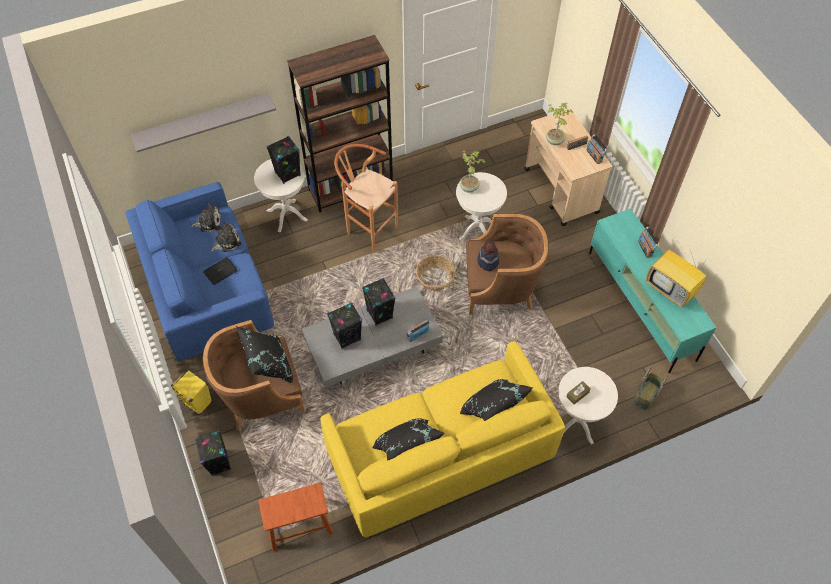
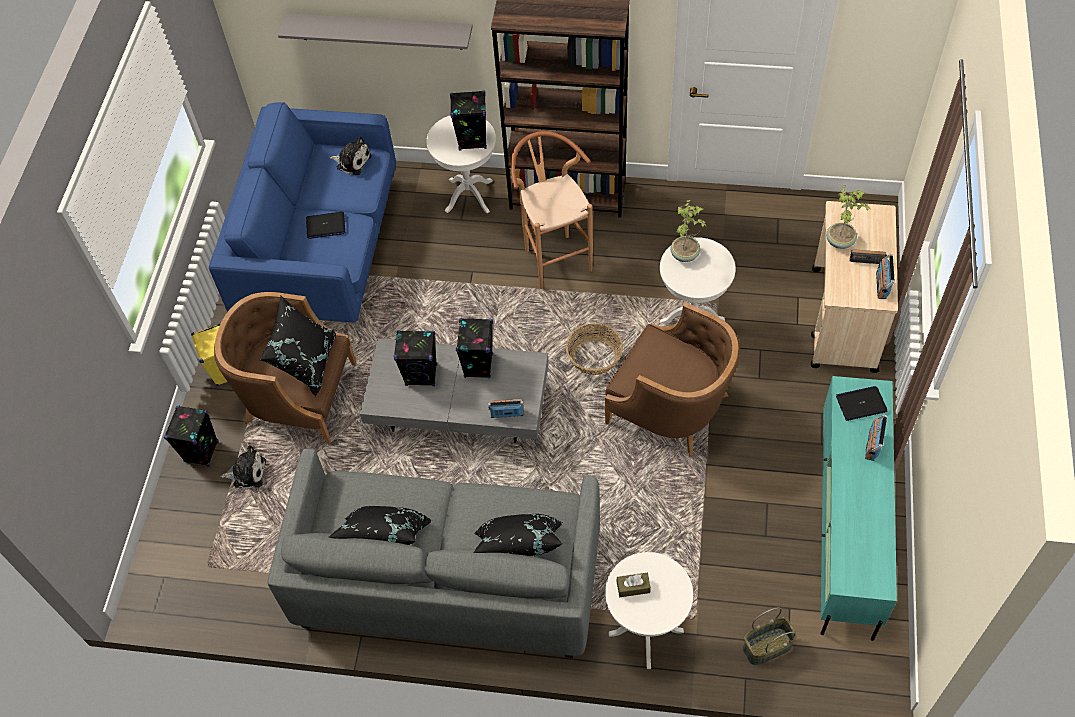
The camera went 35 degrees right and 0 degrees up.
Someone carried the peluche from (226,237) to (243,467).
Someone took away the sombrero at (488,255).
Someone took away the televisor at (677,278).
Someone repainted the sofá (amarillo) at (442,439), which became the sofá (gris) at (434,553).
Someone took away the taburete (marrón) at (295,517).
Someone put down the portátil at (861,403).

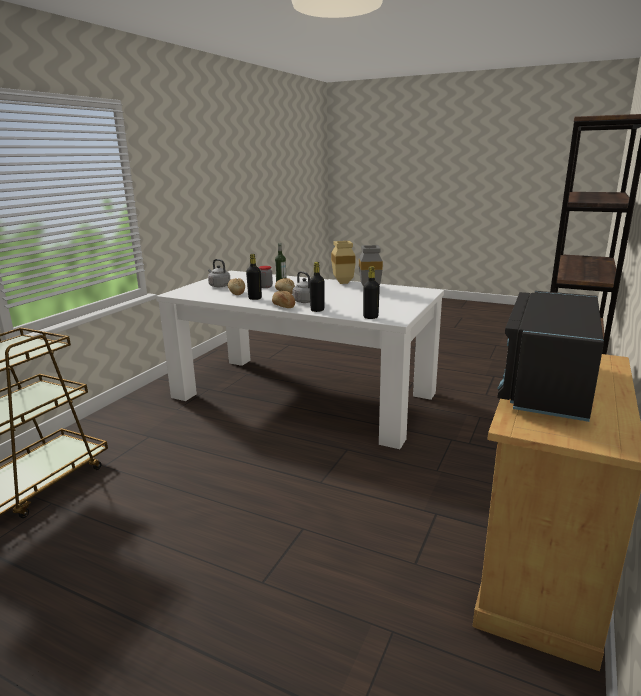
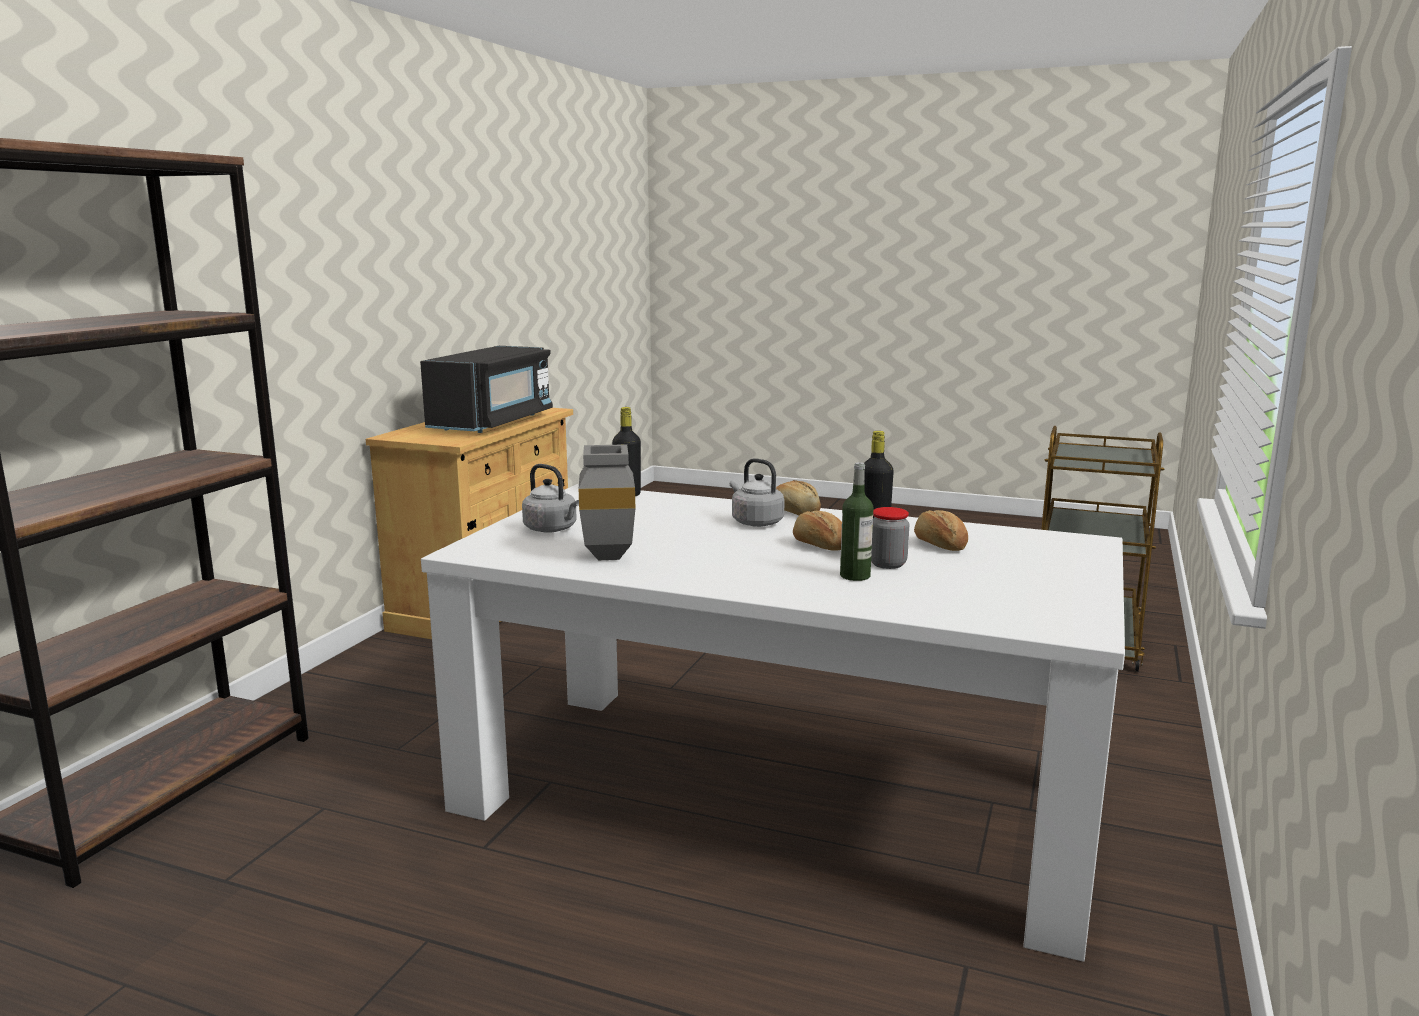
The camera went 175 degrees right and 5 degrees down.
Someone took away the florero (beis) at (343,262).
Someone carried the hervidor (gris) from (219,273) to (550,498).
Someone took away the botella (negro) at (316,287).

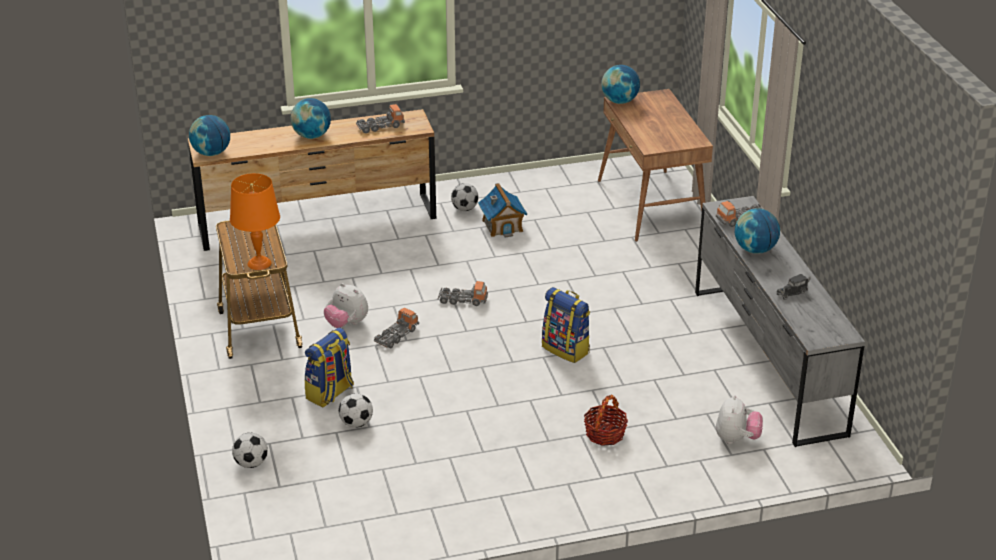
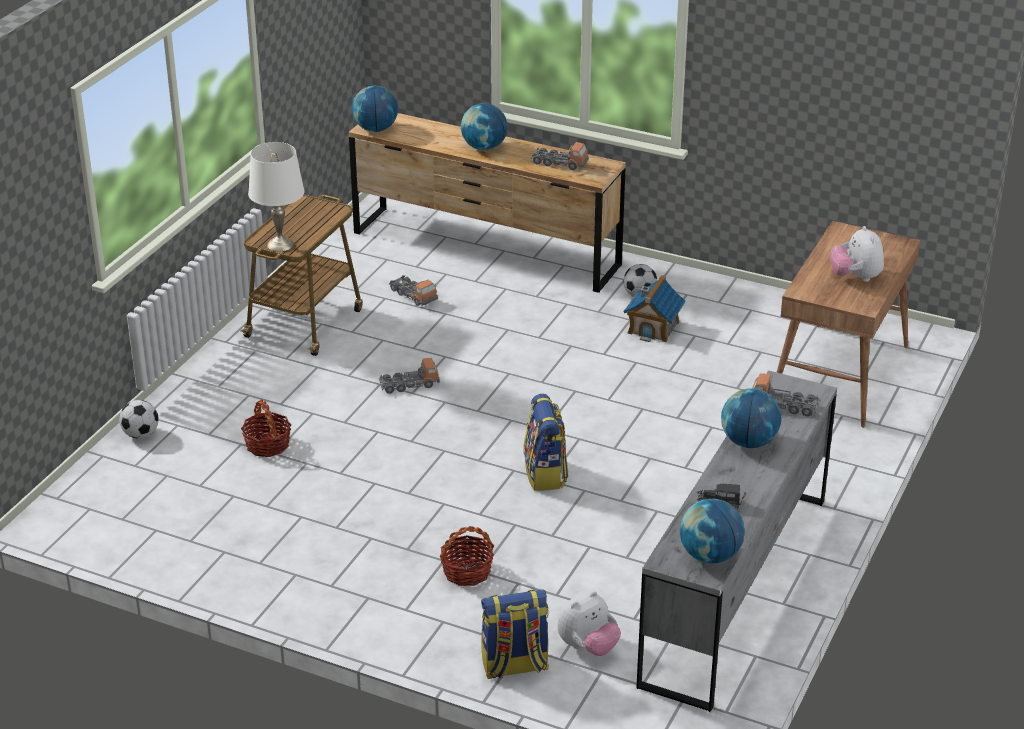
The camera went 40 degrees right and 0 degrees up.
Someone carried the globo terráqueo from (620,84) to (712,531).
Someone repainted the lámpara de mesa (naranja) at (255,221), which became the lámpara de mesa (blanco) at (276,196).
Someone carried the camión de juguete from (462,293) to (413,290).
Someone carried the peluche from (346,305) to (857,254).
Someone carried the mochila from (329,367) to (515,634).
Someone swapped the balón de fútbol at (356,410) for the cesta at (266,428).

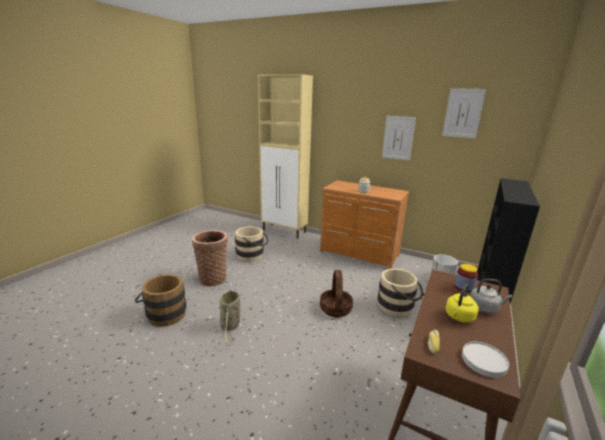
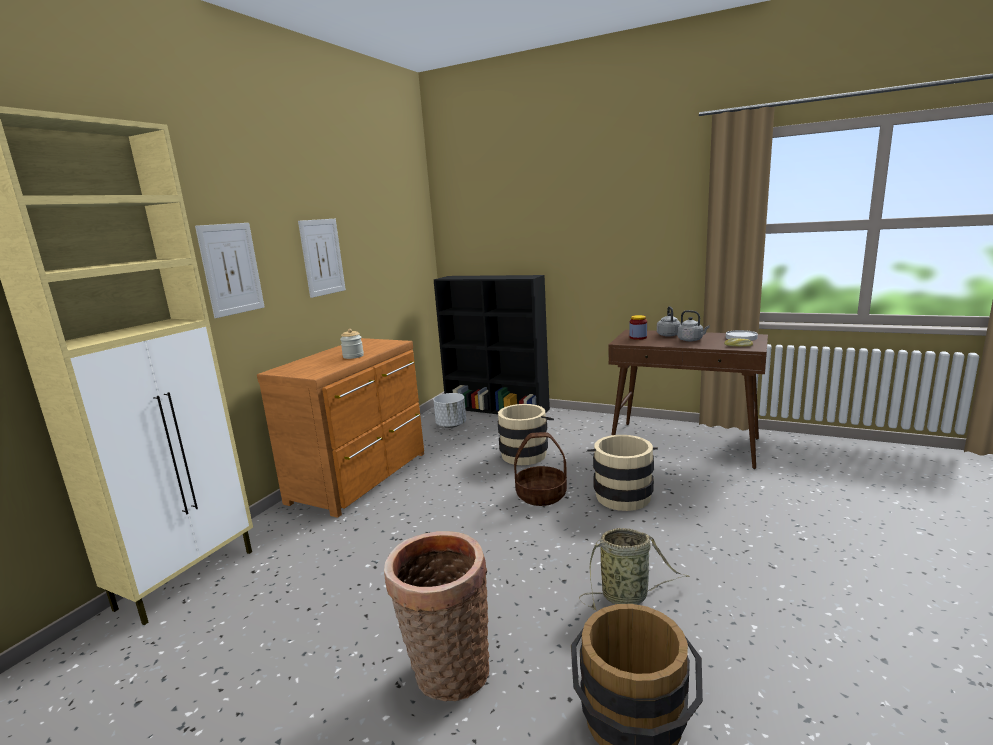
The camera went 90 degrees left and 5 degrees down.
Someone carried the cuadro from (464,113) to (230,270).
Someone carried the cubo (beis) from (252,244) to (622,473).
Someone repainted the hervidor (amarillo) at (462,303), which became the hervidor (gris) at (693,325).

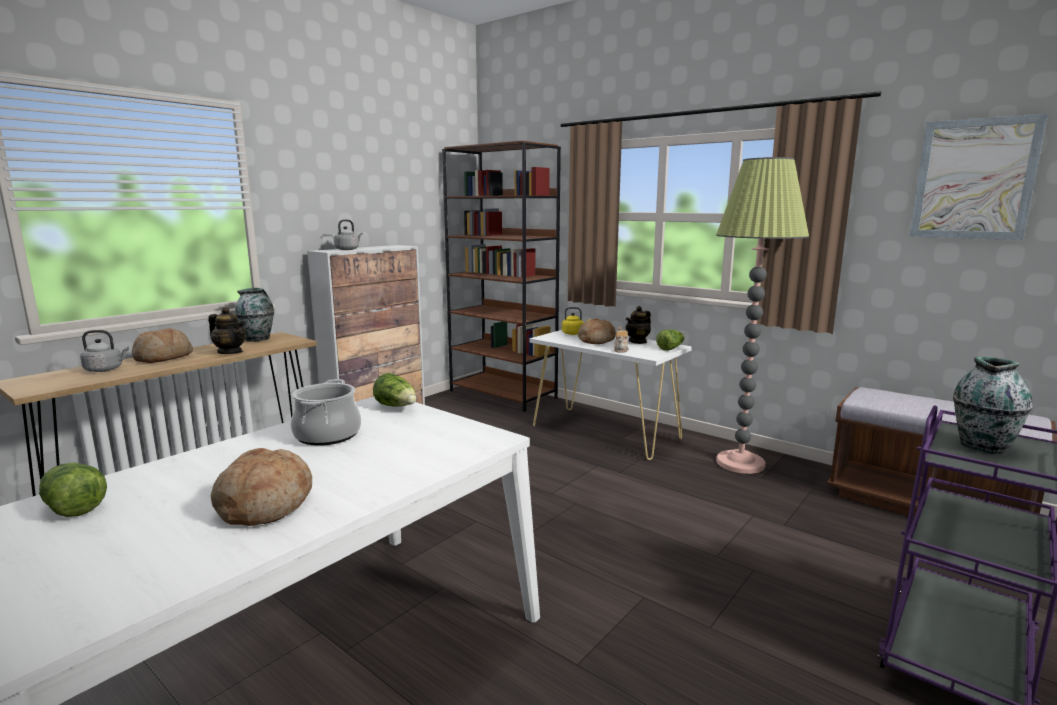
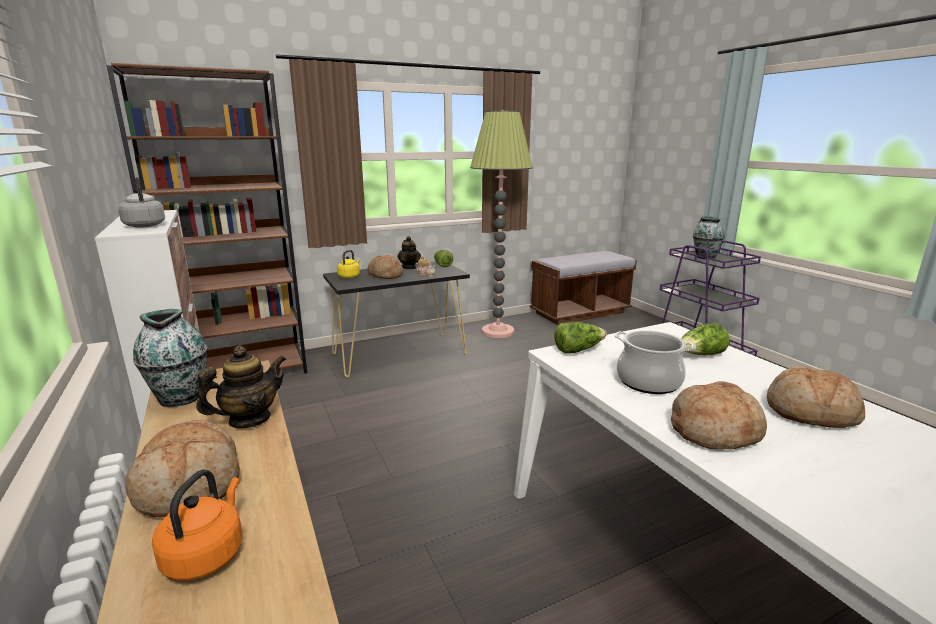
The camera went 65 degrees left and 5 degrees up.
Someone took away the cuadro at (978,176).
Someone repainted the hervidor (gris) at (104,351), which became the hervidor (naranja) at (197,525).
Someone repainted the mesa consola (blanco) at (610,395), which became the mesa consola (negro) at (396,319).
Someone carried the lechuga from (73,490) to (706,339).
Someone put down the pan at (719,415).

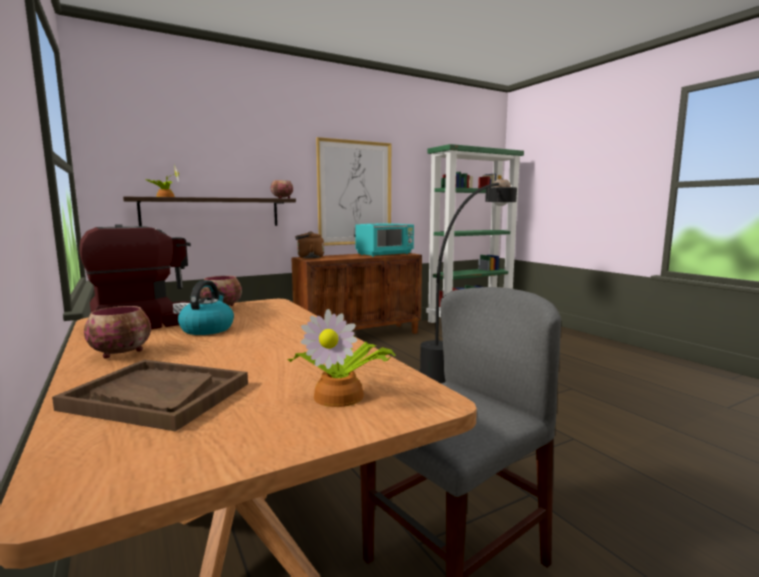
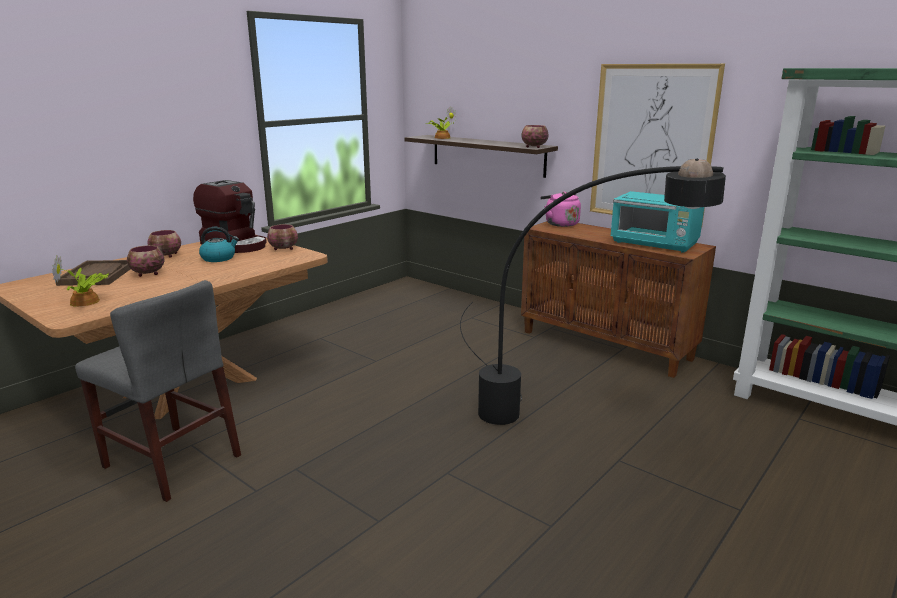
The camera went 70 degrees right and 10 degrees up.
Someone repainted the hervidor (marrón) at (309,244), which became the hervidor (rosa) at (560,209).
Someone put down the cuenco at (146,261).

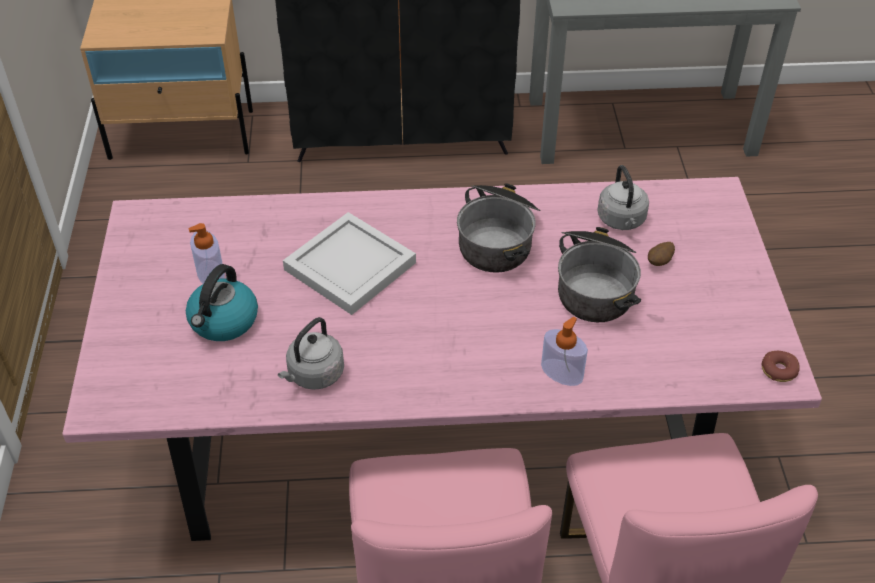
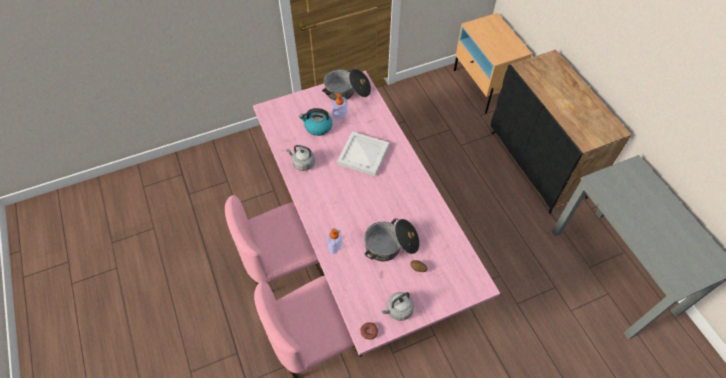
The camera went 70 degrees right and 10 degrees up.
Someone carried the hervidor (gris) from (623,197) to (397,306).
Someone carried the olla from (499,228) to (346,84).

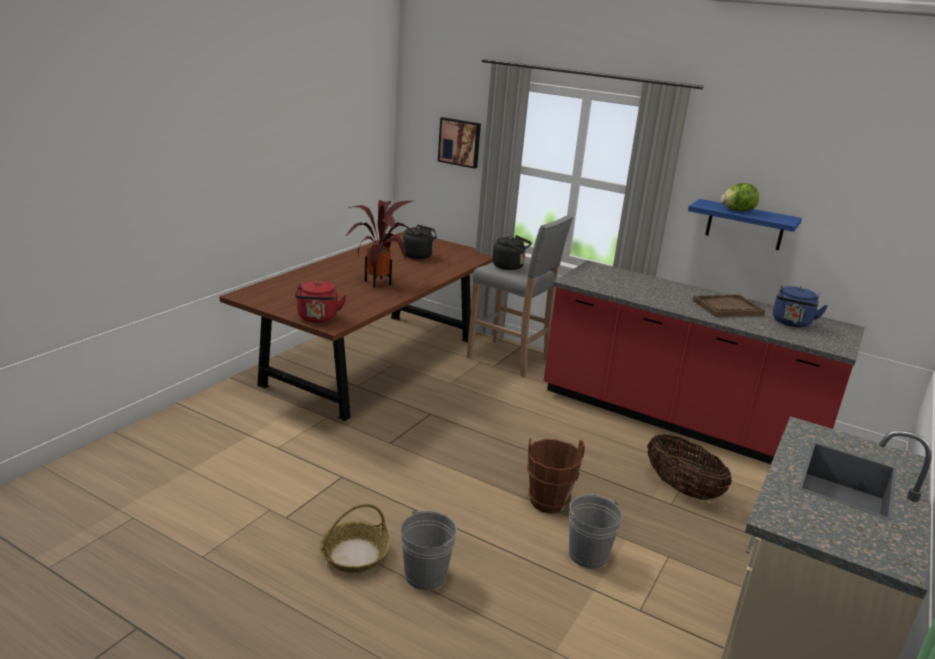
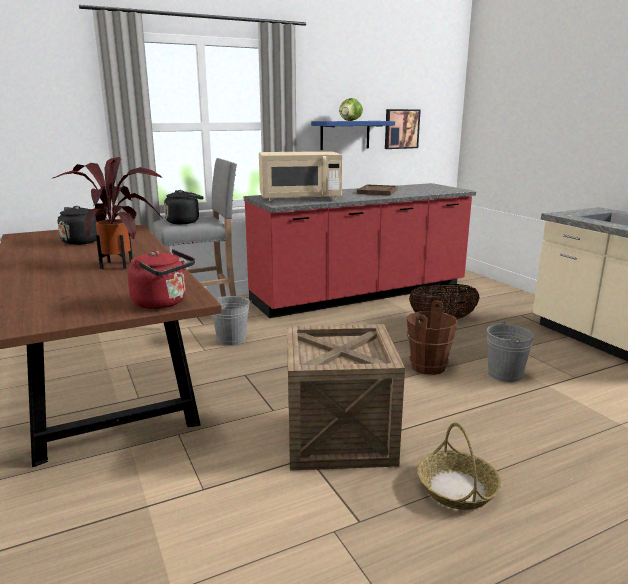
The camera went 55 degrees left and 5 degrees down.
Someone carried the cuadro from (459,143) to (403,129).
Someone took away the hervidor (azul) at (800,306).
Someone carried the cubo (gris) from (429,549) to (232,321).
Someone put down the microondas (beis) at (301,176).
Someone put down the caja de embalaje at (346,397).

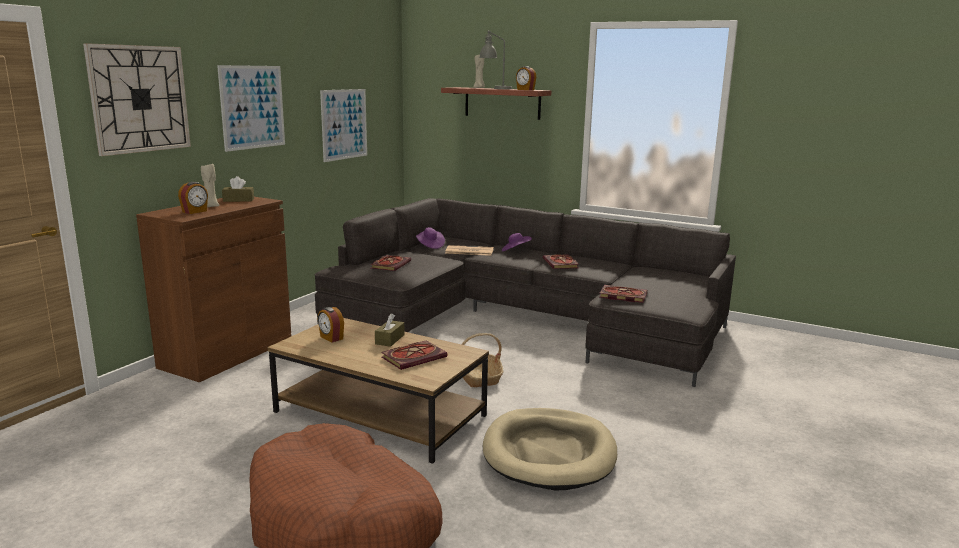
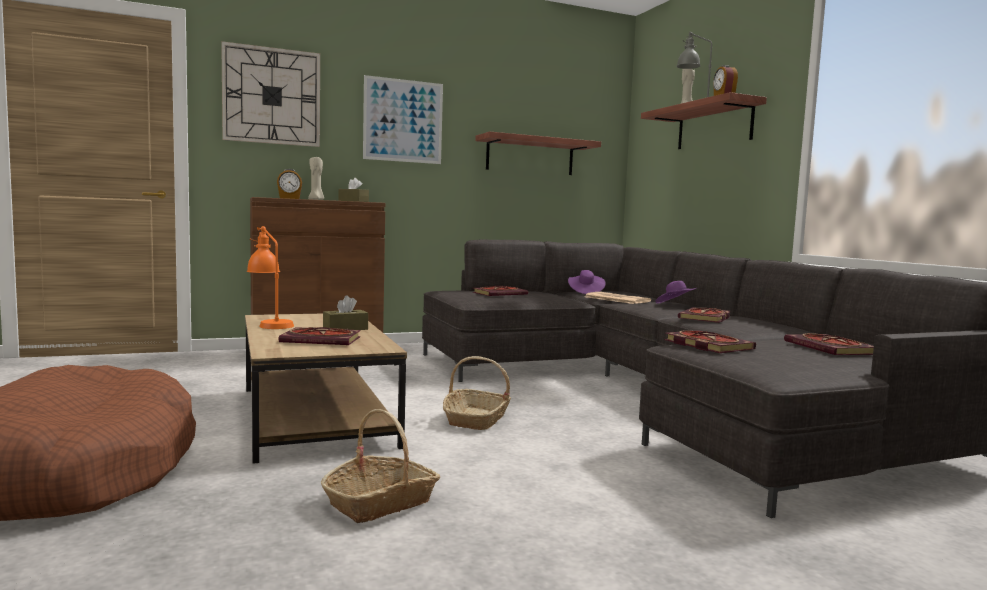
The camera went 40 degrees right and 10 degrees down.
Someone swapped the cuadro at (343,125) for the estante at (538,153).
Someone took away the despertador at (331,325).
Someone swapped the cama para perro (beis) at (550,449) for the cesta at (380,466).
Someone put down the lámpara de mesa (naranja) at (270,277).
Someone put down the libro at (829,344).

